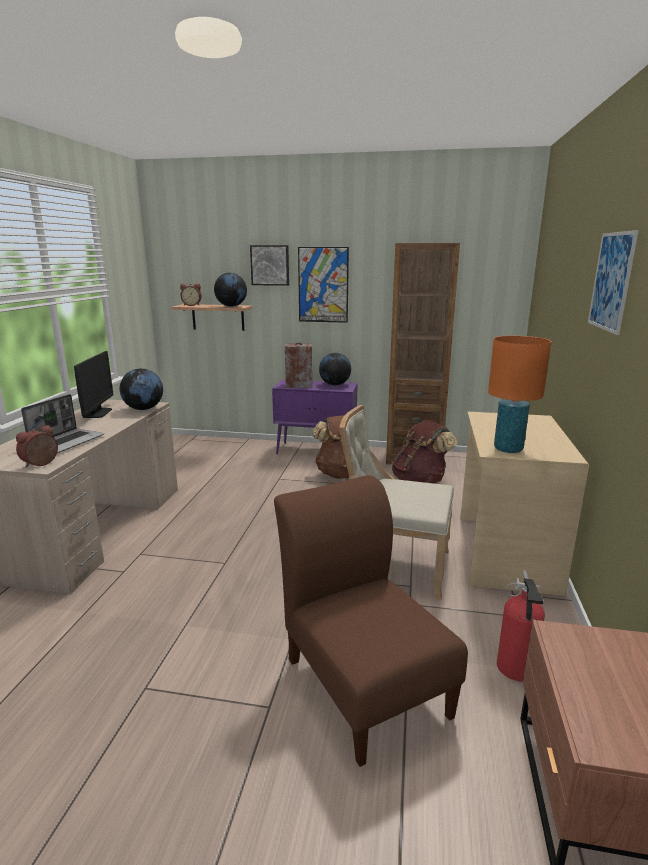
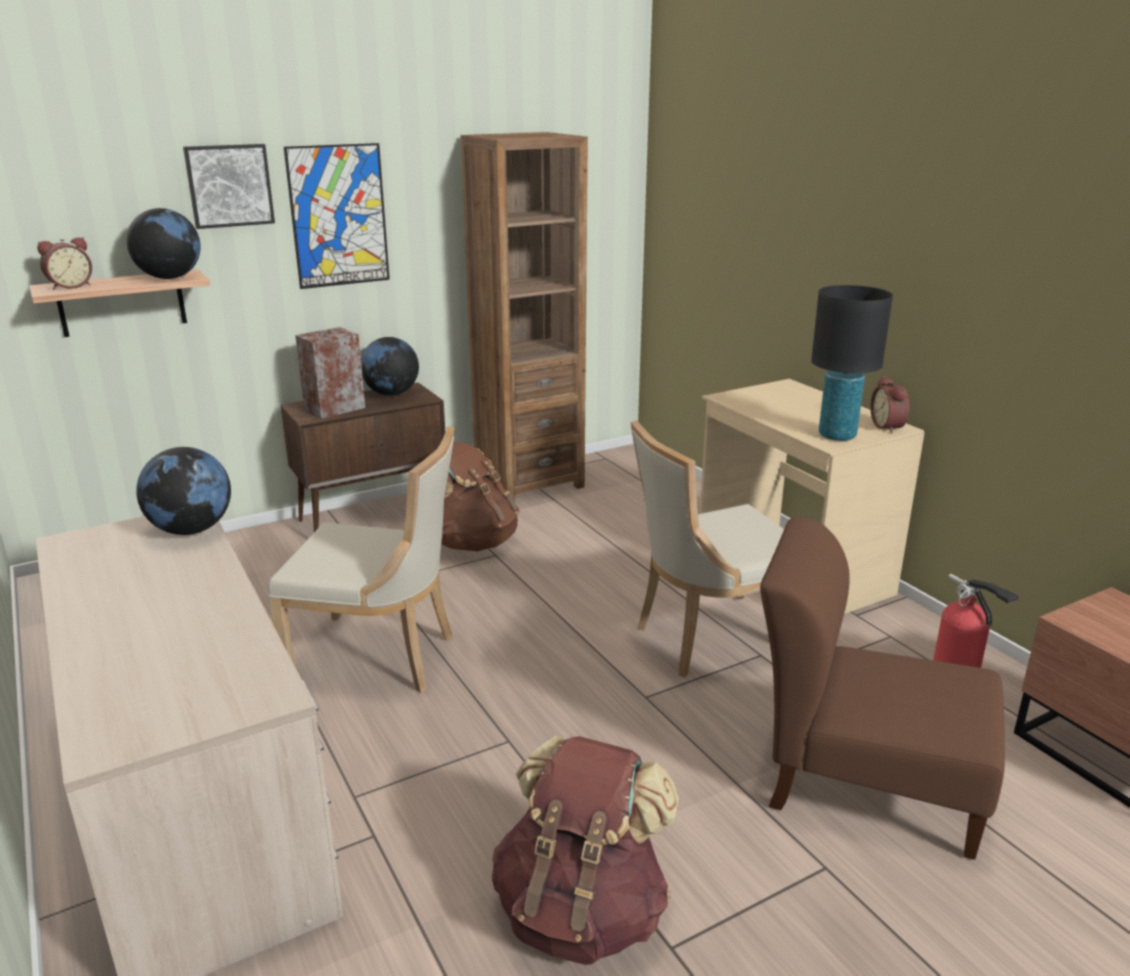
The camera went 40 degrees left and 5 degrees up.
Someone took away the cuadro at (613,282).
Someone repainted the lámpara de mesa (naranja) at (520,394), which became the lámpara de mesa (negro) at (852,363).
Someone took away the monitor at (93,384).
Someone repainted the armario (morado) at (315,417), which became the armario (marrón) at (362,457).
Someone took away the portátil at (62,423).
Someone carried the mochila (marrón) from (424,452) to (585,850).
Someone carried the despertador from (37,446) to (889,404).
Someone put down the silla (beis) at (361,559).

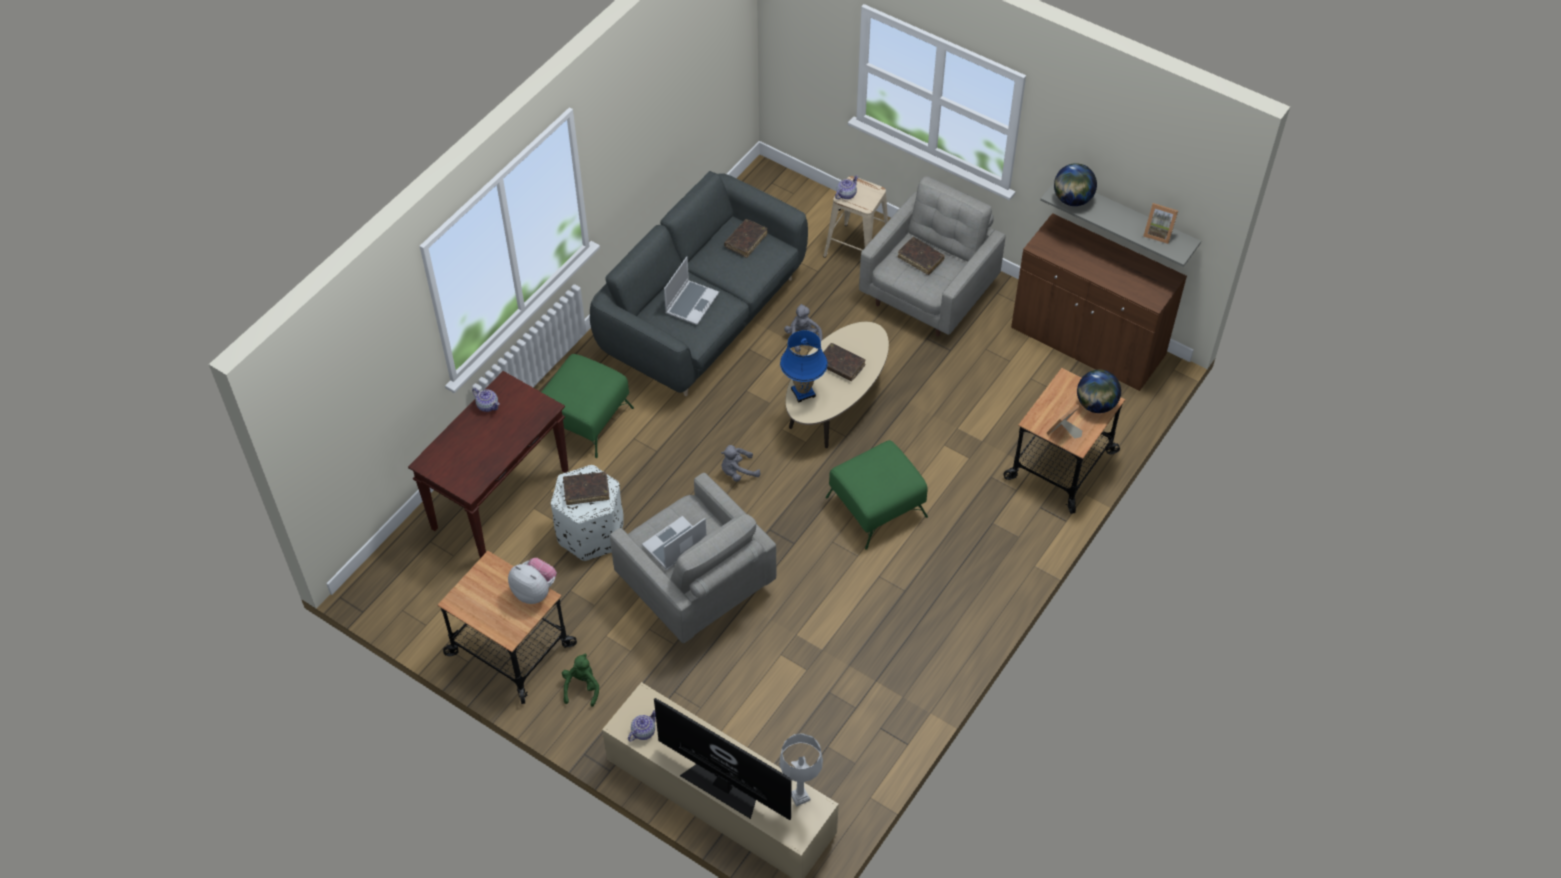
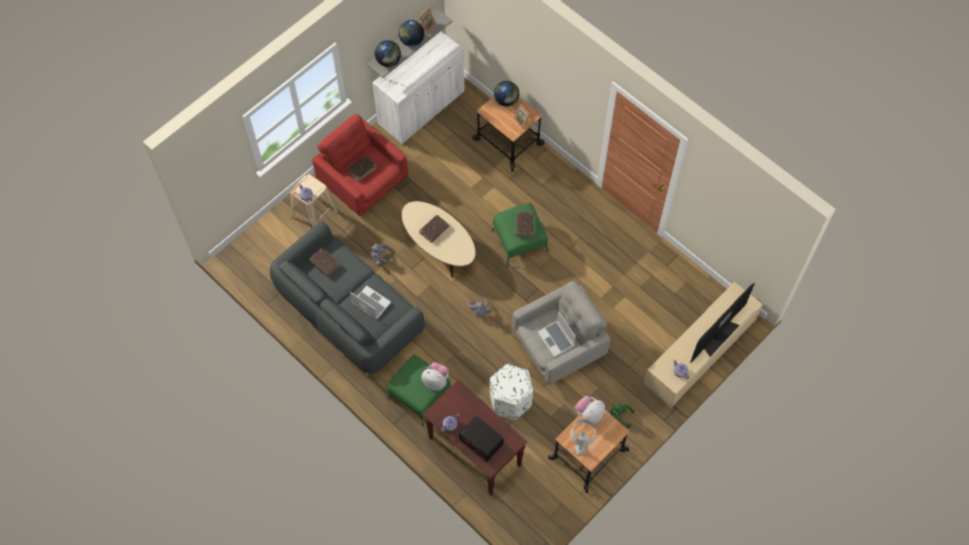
The camera went 80 degrees left and 10 degrees up.
Someone repainted the sillón (gris) at (932,256), which became the sillón (rojo) at (360,165).
Someone repainted the armario (marrón) at (1099,302), which became the armario (blanco) at (418,87).
Someone took away the lámpara de mesa (azul) at (804,366).
Someone carried the libro (marrón) from (586,488) to (525,224).
Someone carried the lámpara de mesa (gris) from (801,770) to (583,437).
Someone put down the globo terráqueo at (411,33).
Someone put down the peluche at (435,376).
Someone put down the radio at (481,439).

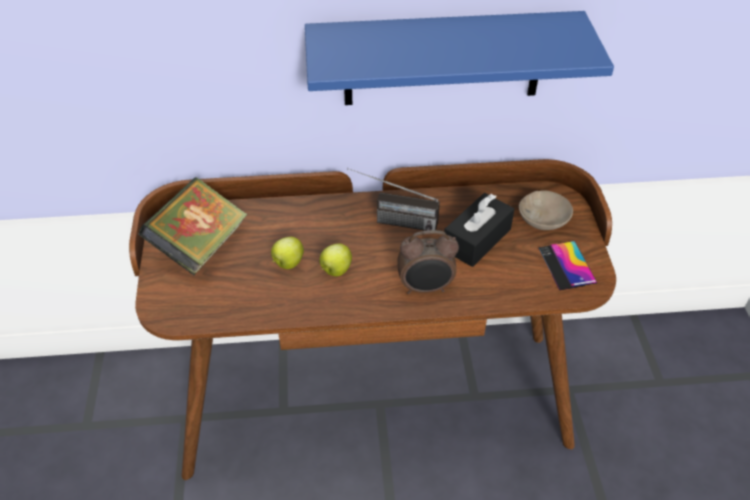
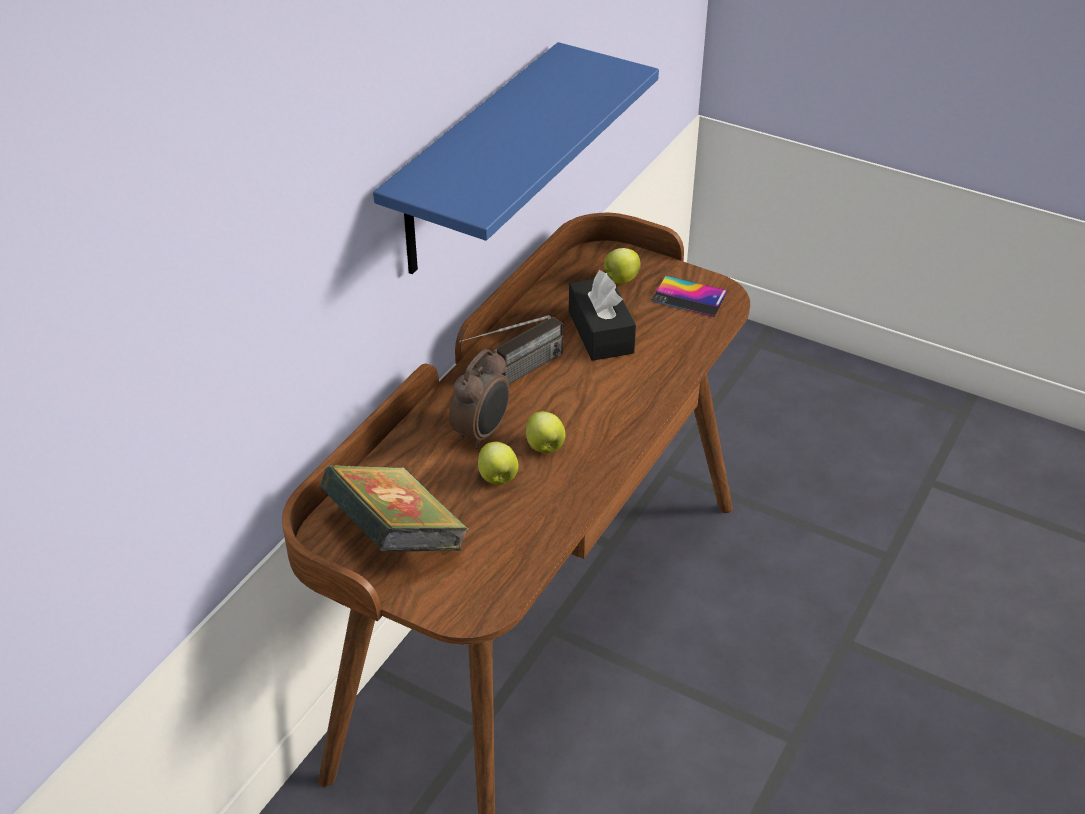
The camera went 55 degrees left and 5 degrees down.
Someone swapped the cuenco (beis) at (546,210) for the manzana at (622,266).
Someone carried the despertador from (428,262) to (479,399).

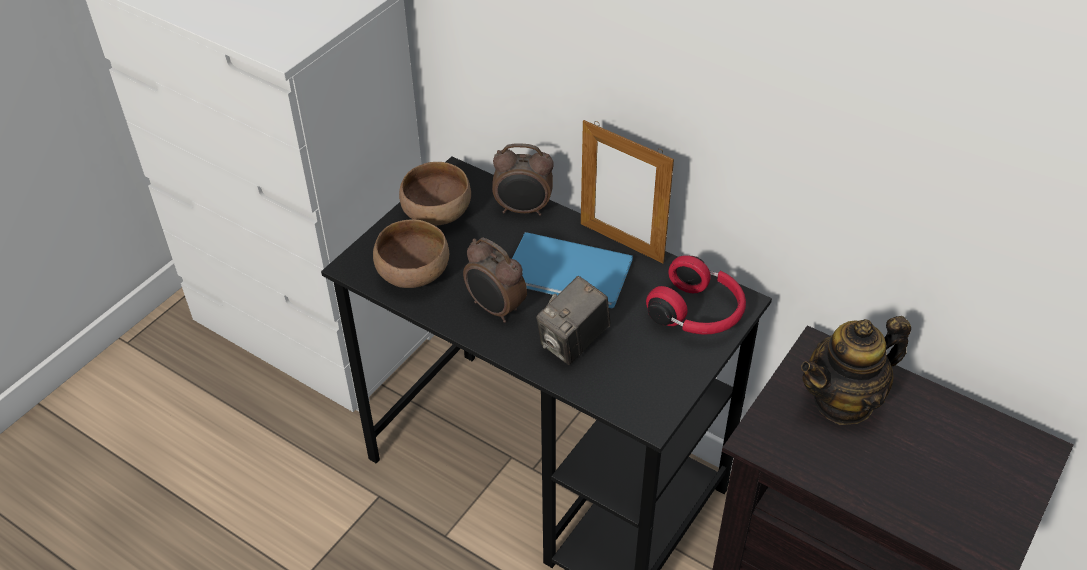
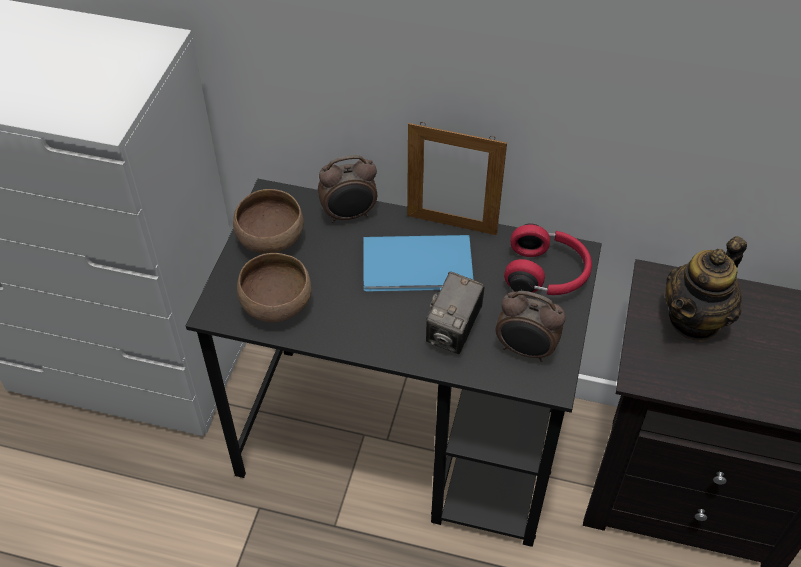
The camera went 20 degrees left and 5 degrees up.
Someone carried the despertador from (495,280) to (531,326).

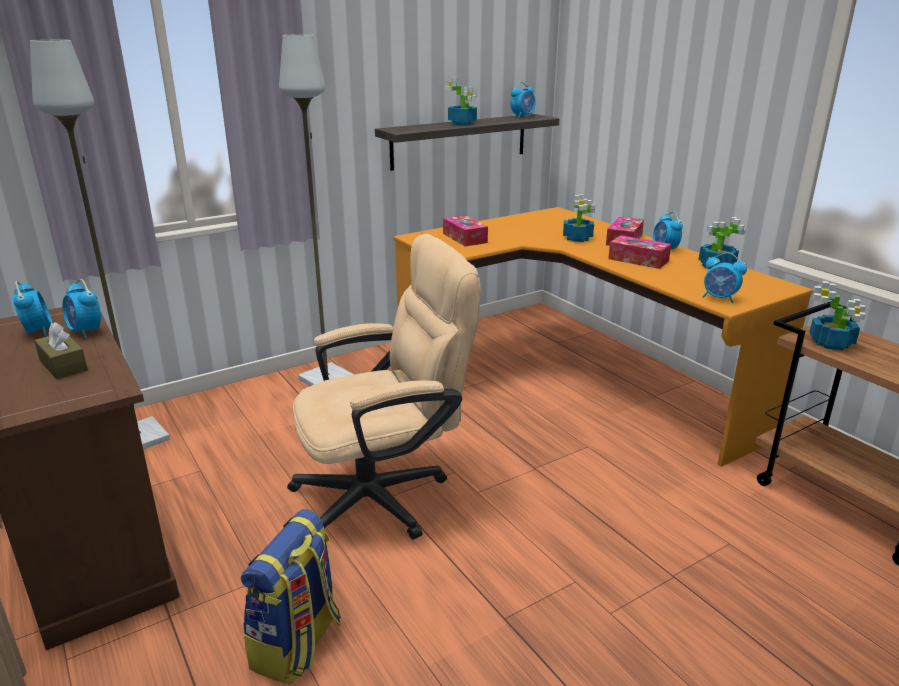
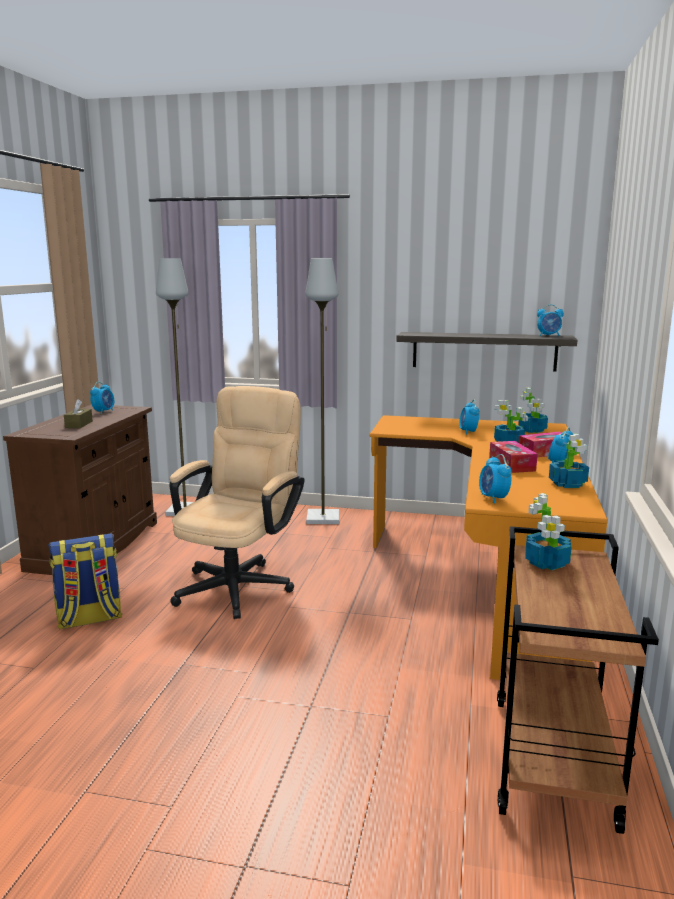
The camera went 45 degrees right and 10 degrees down.
Someone carried the planta en maceta from (461,101) to (533,410).
Someone took away the caja de pañuelos at (465,230).
Someone rotated the silla de oficina (beis) at (384,386) by 90 degrees counterclockwise.
Someone carried the despertador from (81,309) to (469,417).

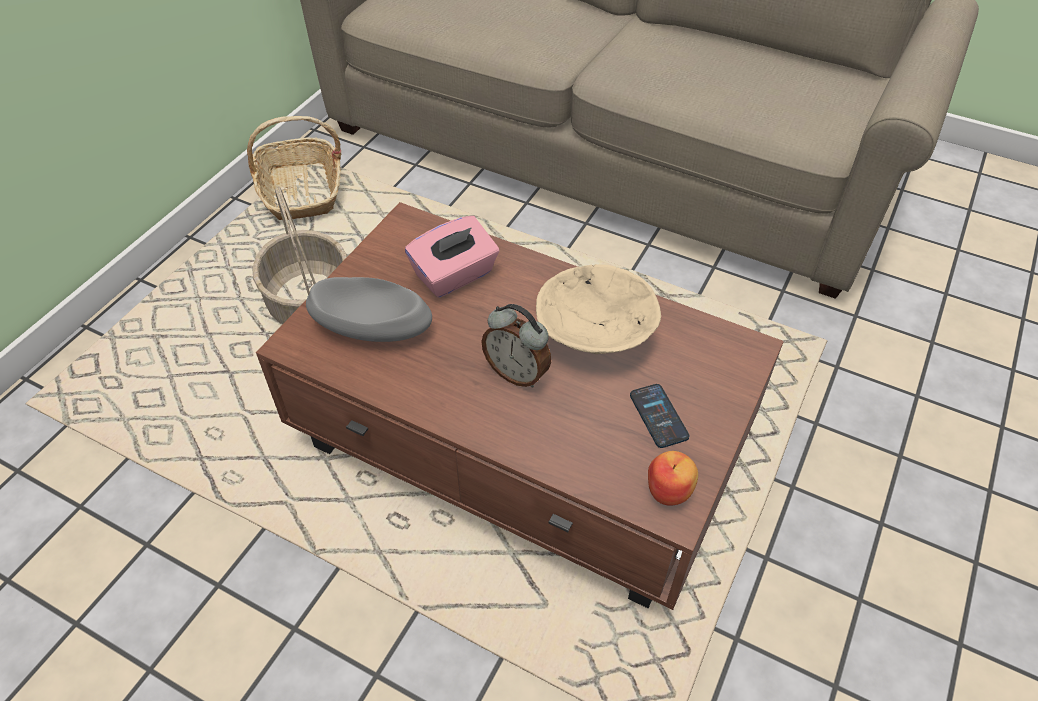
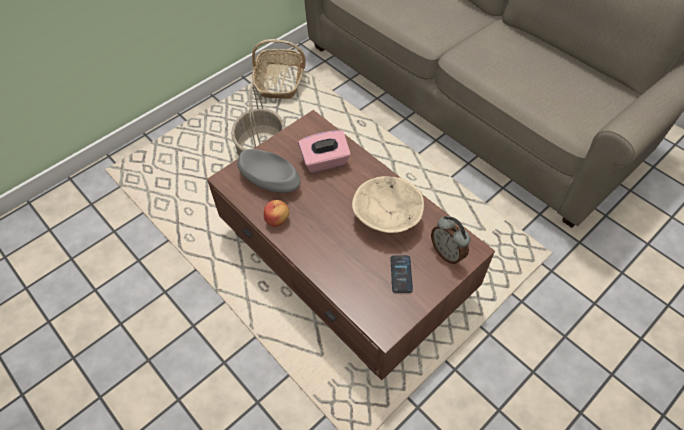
The camera went 20 degrees right and 5 degrees up.
Someone carried the despertador from (516,346) to (450,240).
Someone carried the manzana from (673,478) to (276,213).

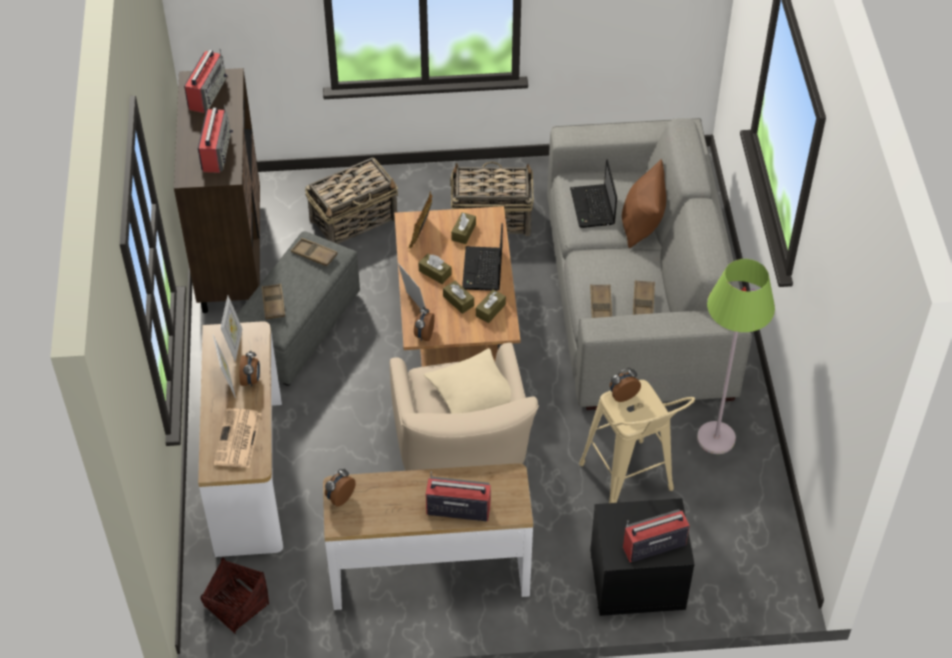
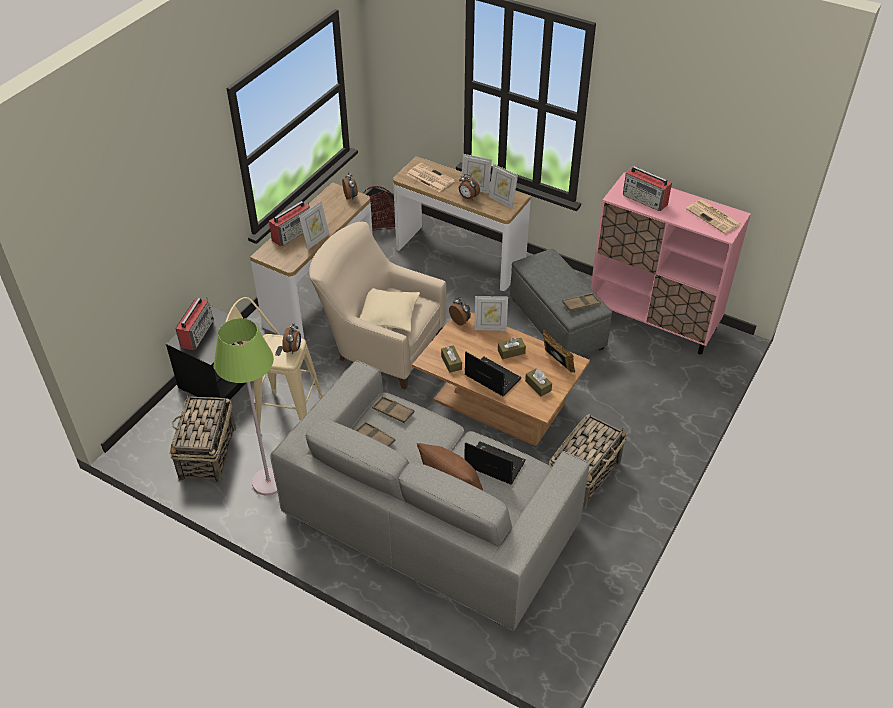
The camera went 125 degrees right and 5 degrees down.
Someone swapped the radio at (205,81) for the periódico at (713,216).
Someone repainted the armario (marrón) at (217,190), which became the armario (rosa) at (671,263).
Someone carried the cesta from (351,201) to (203,438).
Someone took away the caja de pañuelos (marrón) at (458,297).
Someone took away the bandeja (marrón) at (273,301).
Someone put down the portarretratos at (314,225).

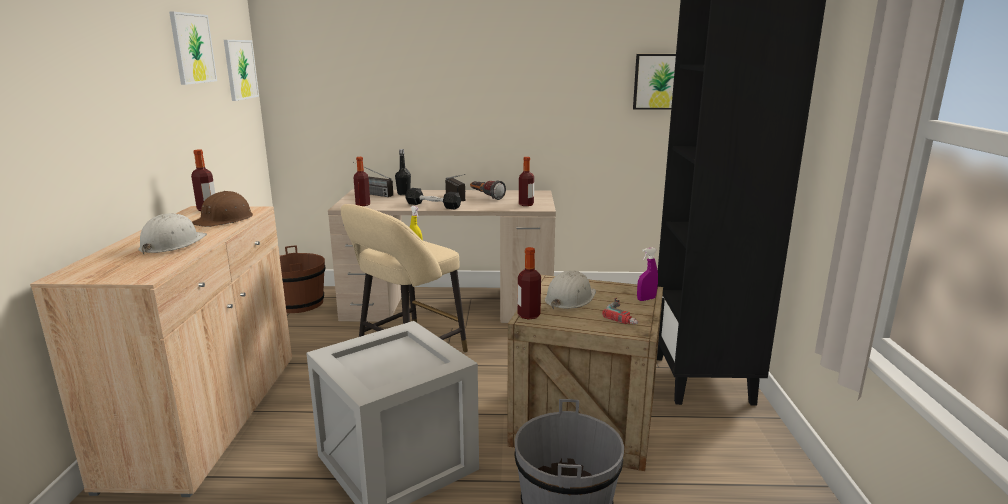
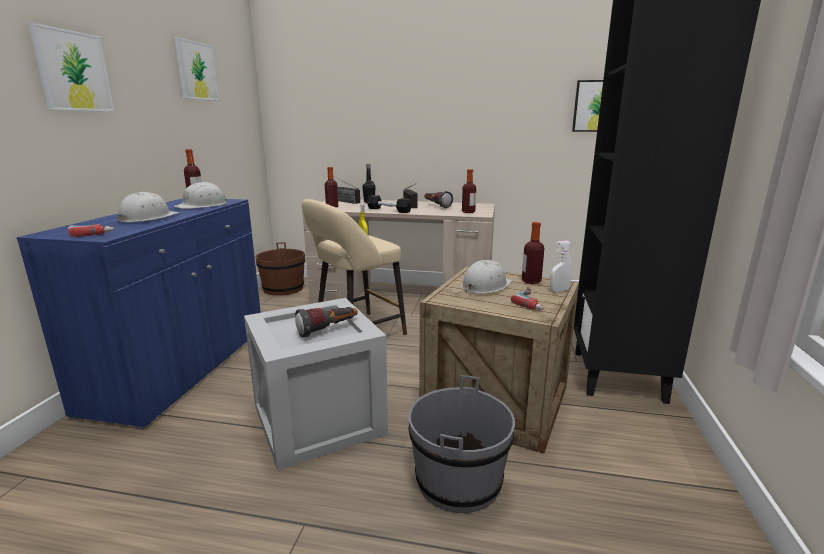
The camera went 10 degrees right and 0 degrees up.
Someone carried the cuadro from (241,70) to (71,67).
Someone repainted the casco (marrón) at (222,209), which became the casco (blanco) at (200,195).
Someone repainted the armario (beis) at (161,351), which became the armario (azul) at (138,314).
Someone carried the botella from (529,283) to (533,253).
Someone repainted the pulverizador (morado) at (647,274), which became the pulverizador (blanco) at (561,266).
Someone put down the taladro at (90,230).
Someone put down the linterna at (326,322).

